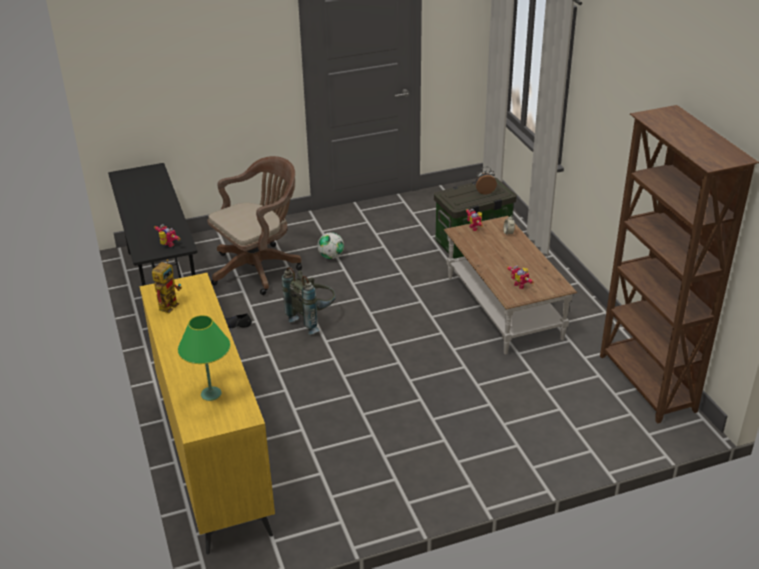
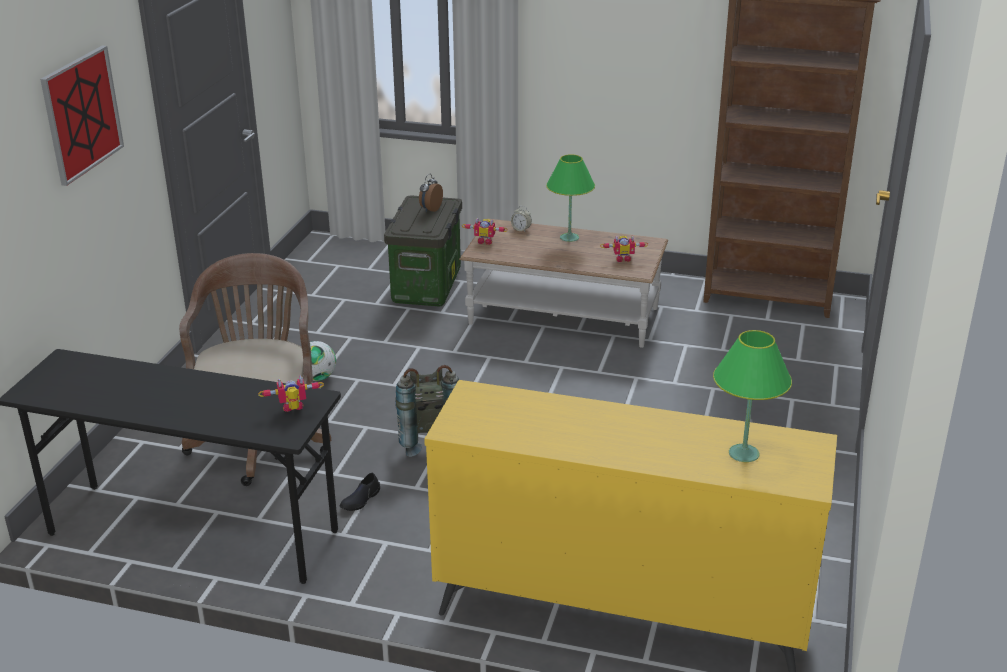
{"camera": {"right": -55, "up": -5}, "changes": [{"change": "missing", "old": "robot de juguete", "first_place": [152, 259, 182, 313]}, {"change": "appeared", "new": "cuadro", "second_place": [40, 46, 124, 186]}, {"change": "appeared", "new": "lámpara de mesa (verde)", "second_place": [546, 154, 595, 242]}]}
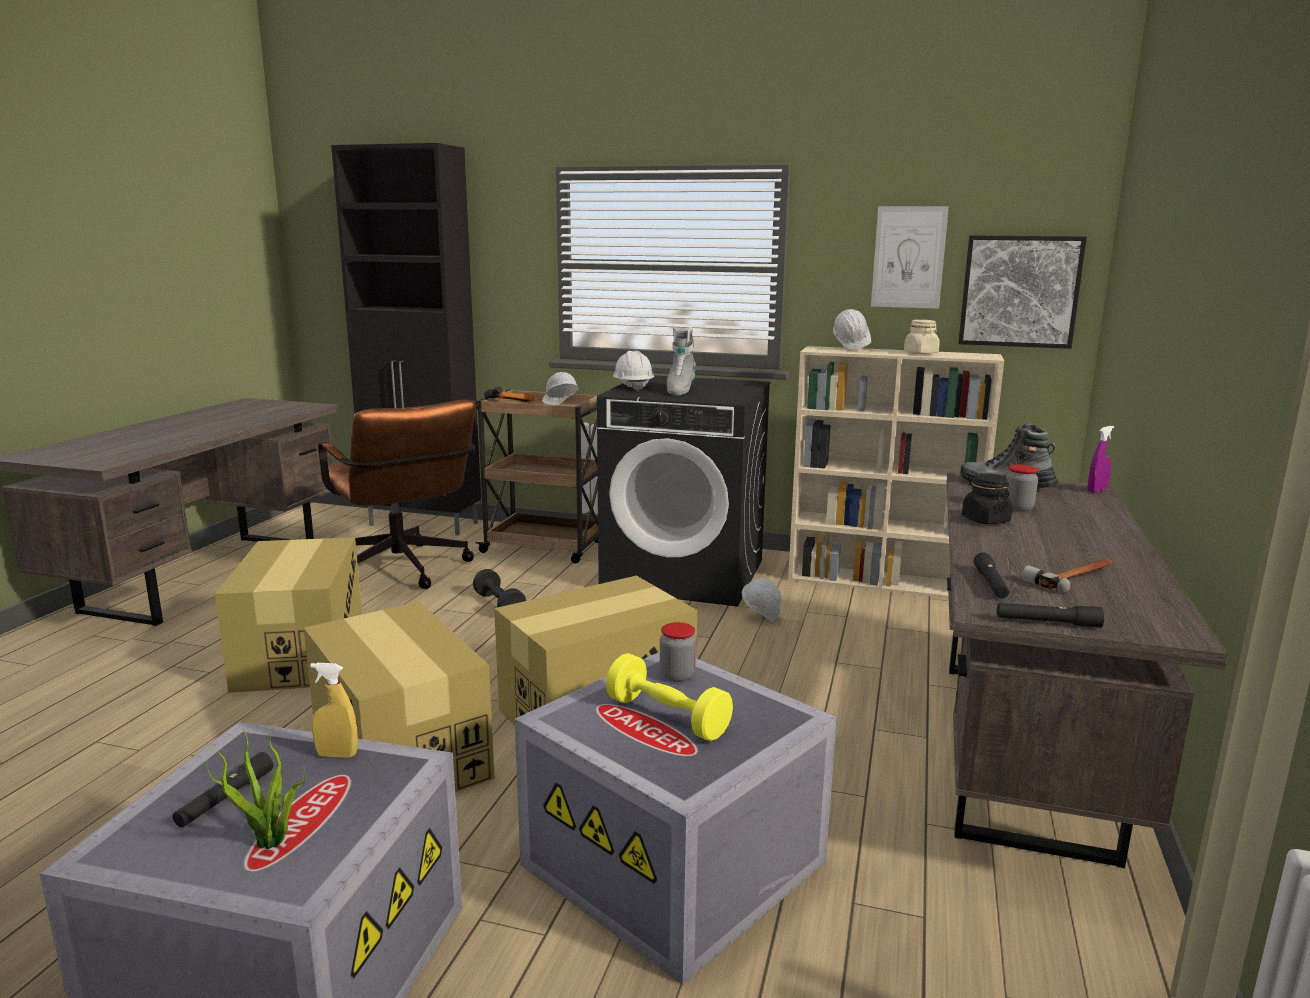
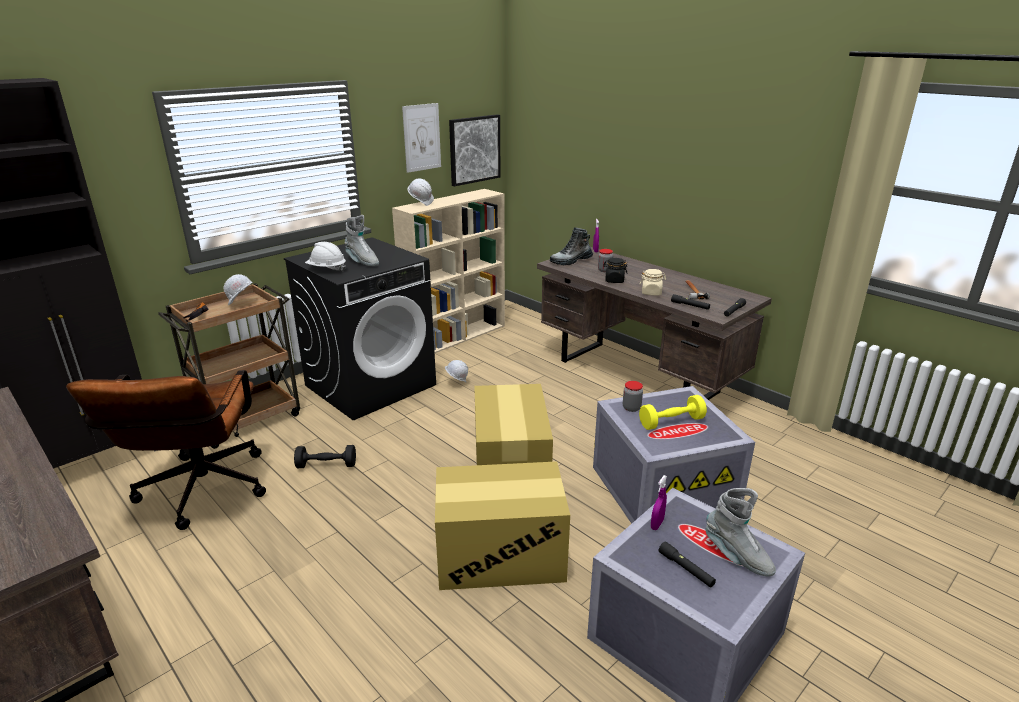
{"camera": {"right": -60, "up": 10}, "changes": [{"change": "relocated", "old": "tarro (beis)", "first_place": [904, 320, 940, 354], "second_place": [640, 269, 666, 296]}, {"change": "spun", "old": "silla de oficina (marrón)", "first_place": [318, 400, 476, 589], "second_place": [66, 370, 266, 530], "degrees": 90}, {"change": "missing", "old": "caja de cartón", "first_place": [215, 537, 362, 693]}, {"change": "colour", "old": "pulverizador (amarillo)", "new": "pulverizador (morado)", "first_place": [310, 663, 358, 758], "second_place": [651, 475, 667, 530]}, {"change": "exchanged", "old": "planta en maceta", "new": "bota (gris)", "first_place": [206, 722, 306, 850], "second_place": [706, 488, 776, 576]}]}
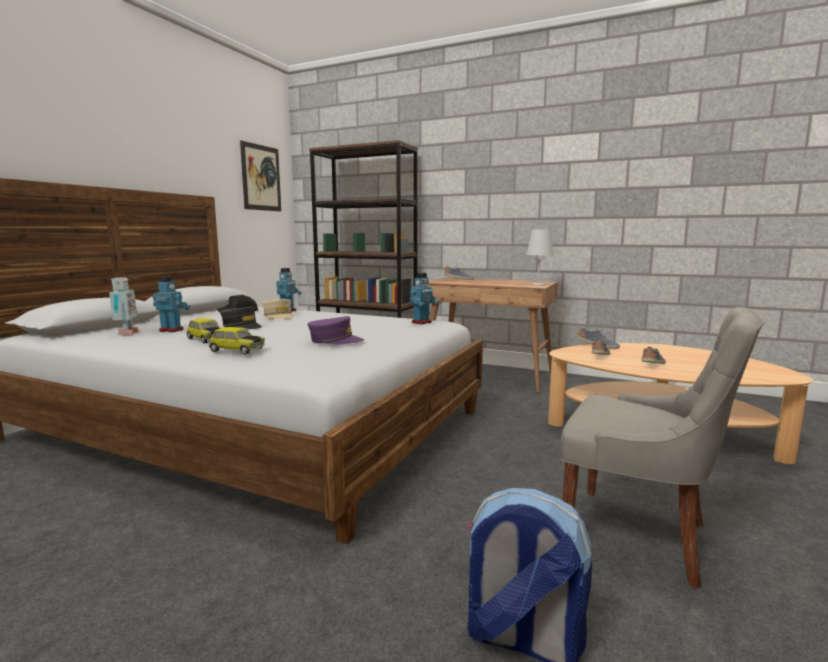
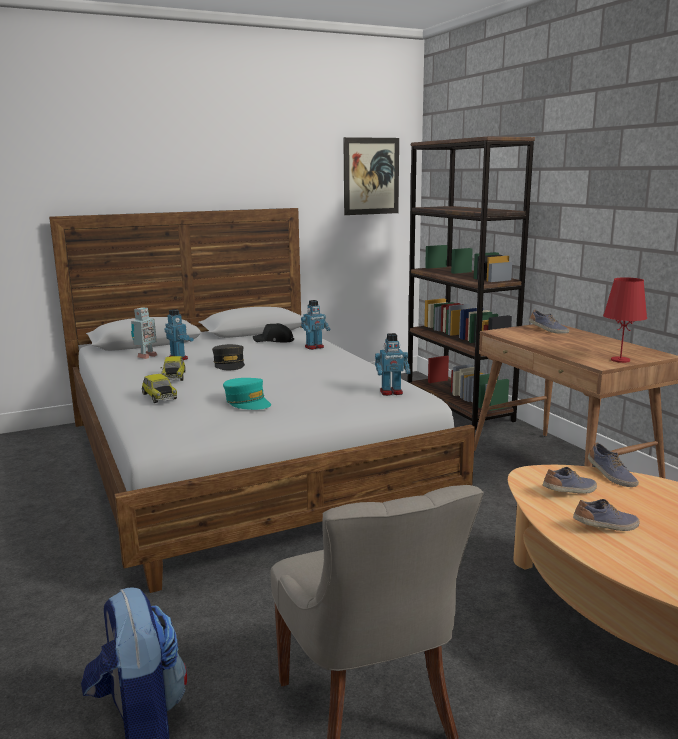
{"camera": {"right": 40, "up": 5}, "changes": [{"change": "colour", "old": "lámpara de mesa (blanco)", "new": "lámpara de mesa (rojo)", "first_place": [526, 230, 554, 285], "second_place": [603, 277, 647, 363]}, {"change": "missing", "old": "gorra (beis)", "first_place": [262, 299, 293, 319]}, {"change": "colour", "old": "gorra (morado)", "new": "gorra (turquesa)", "first_place": [307, 316, 364, 344], "second_place": [223, 378, 271, 410]}]}
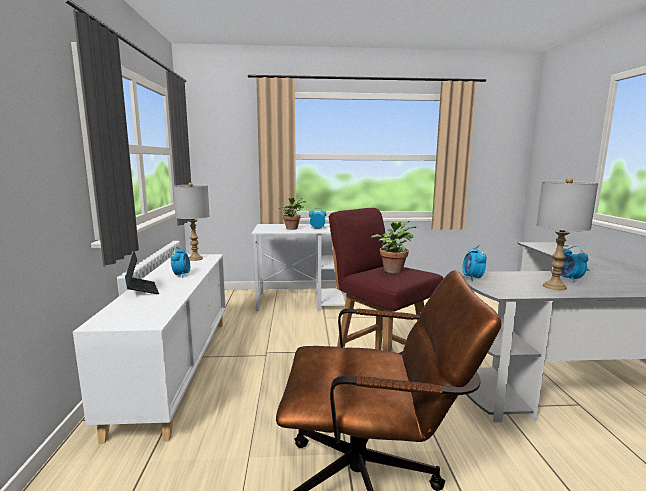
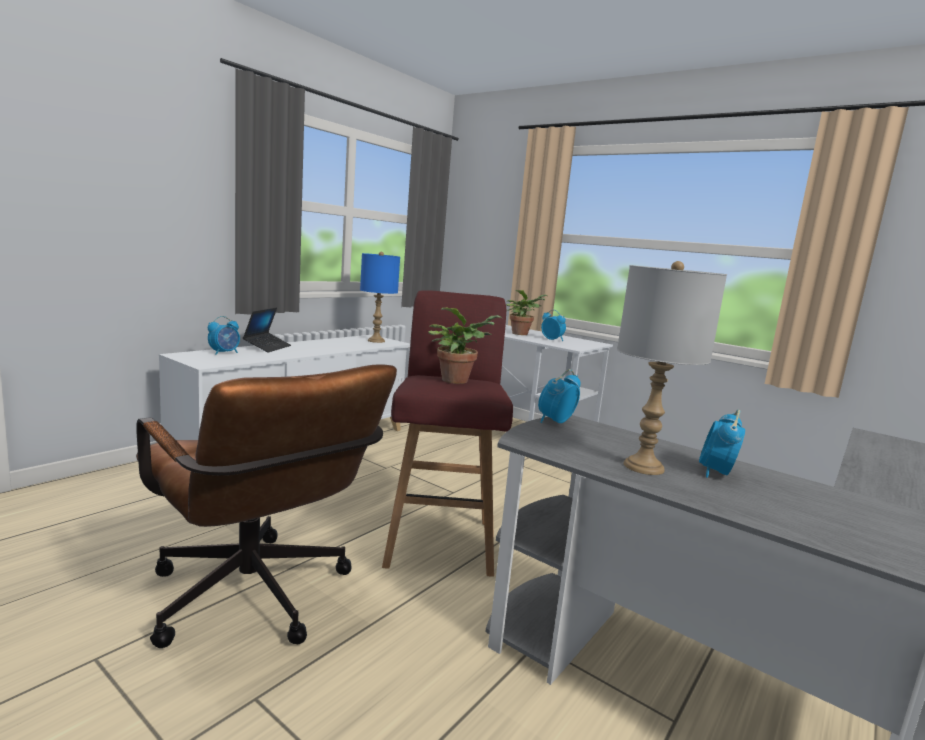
{"camera": {"right": 40, "up": 0}, "changes": [{"change": "colour", "old": "lámpara de mesa (gris)", "new": "lámpara de mesa (azul)", "first_place": [173, 183, 209, 261], "second_place": [360, 252, 400, 343]}, {"change": "relocated", "old": "despertador", "first_place": [171, 247, 190, 278], "second_place": [208, 316, 240, 355]}]}
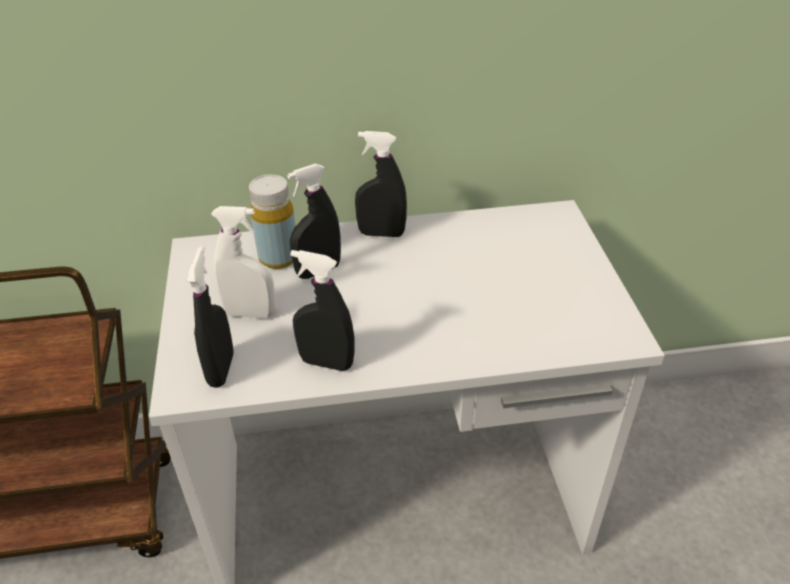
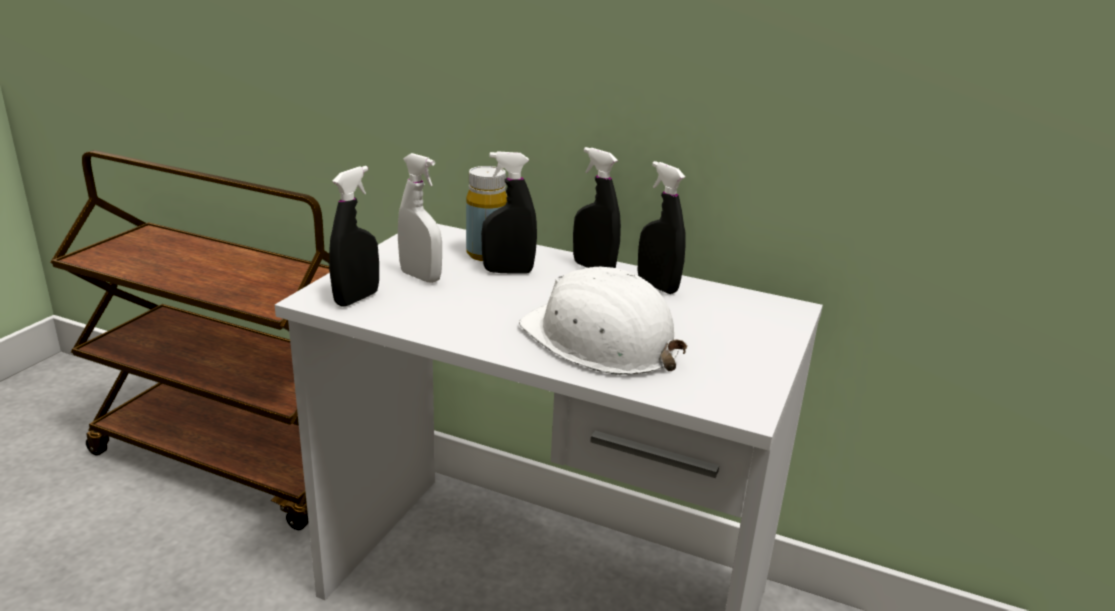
{"camera": {"right": 30, "up": -15}, "changes": [{"change": "relocated", "old": "pulverizador (negro)", "first_place": [291, 250, 355, 371], "second_place": [638, 161, 686, 294]}, {"change": "appeared", "new": "casco (blanco)", "second_place": [519, 267, 687, 375]}]}
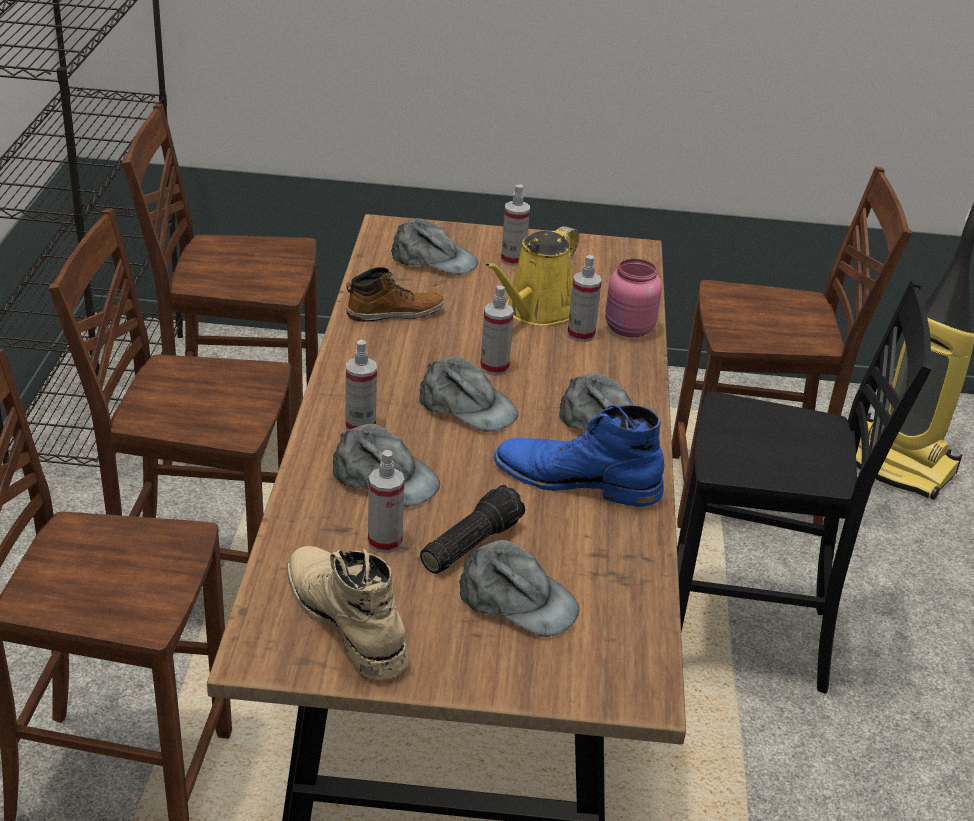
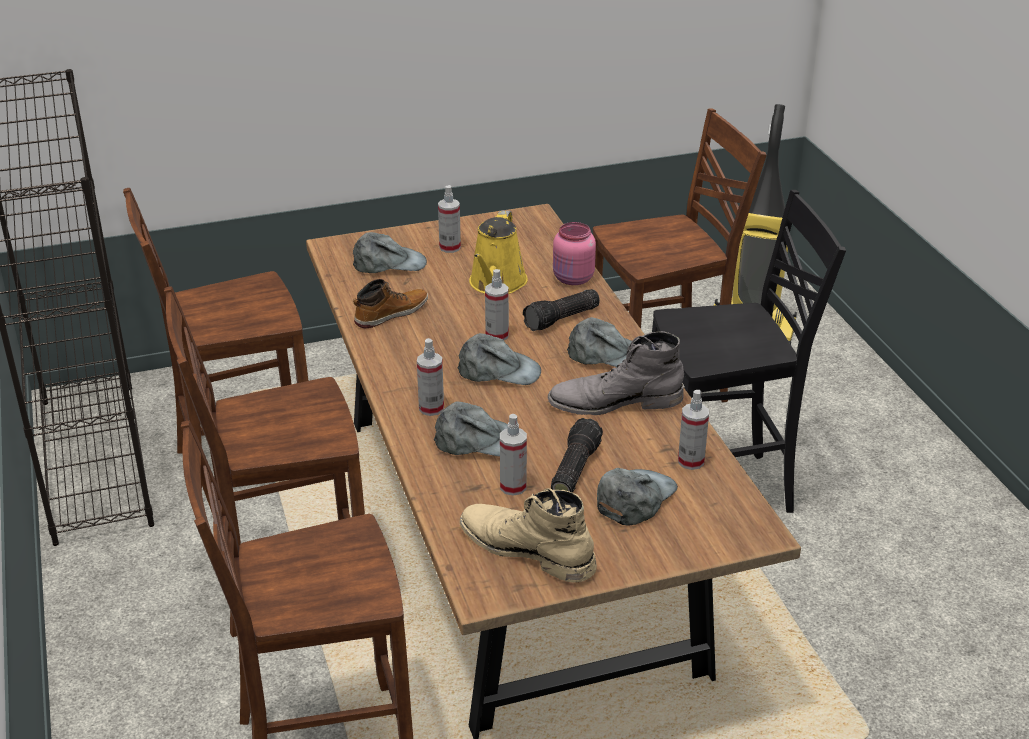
{"camera": {"right": -20, "up": 0}, "changes": [{"change": "relocated", "old": "pulverizador", "first_place": [567, 255, 602, 342], "second_place": [678, 390, 709, 470]}, {"change": "colour", "old": "bota (azul)", "new": "bota (gris)", "first_place": [494, 404, 664, 507], "second_place": [548, 331, 684, 415]}, {"change": "spun", "old": "gorra (gris)", "first_place": [459, 540, 579, 637], "second_place": [597, 468, 678, 526], "degrees": -60}, {"change": "appeared", "new": "linterna", "second_place": [523, 289, 600, 331]}]}
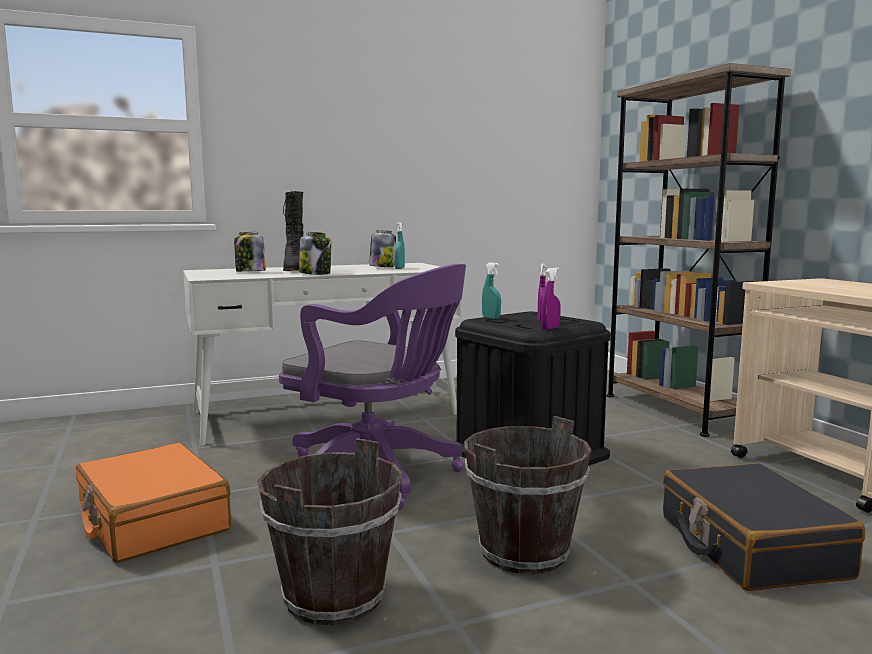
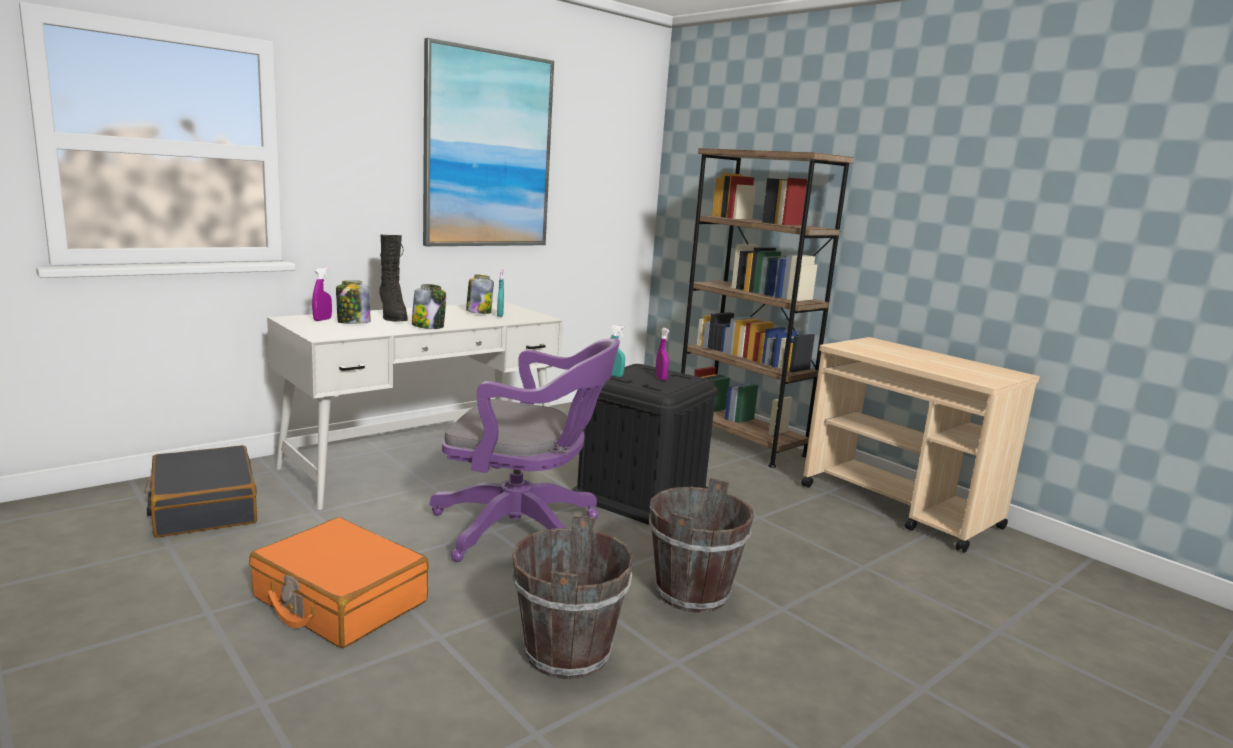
{"camera": {"right": -20, "up": 5}, "changes": [{"change": "relocated", "old": "pulverizador (morado)", "first_place": [541, 267, 560, 330], "second_place": [312, 267, 332, 321]}, {"change": "relocated", "old": "maleta (negro)", "first_place": [663, 463, 865, 591], "second_place": [145, 445, 257, 537]}, {"change": "appeared", "new": "cuadro", "second_place": [423, 38, 554, 246]}]}
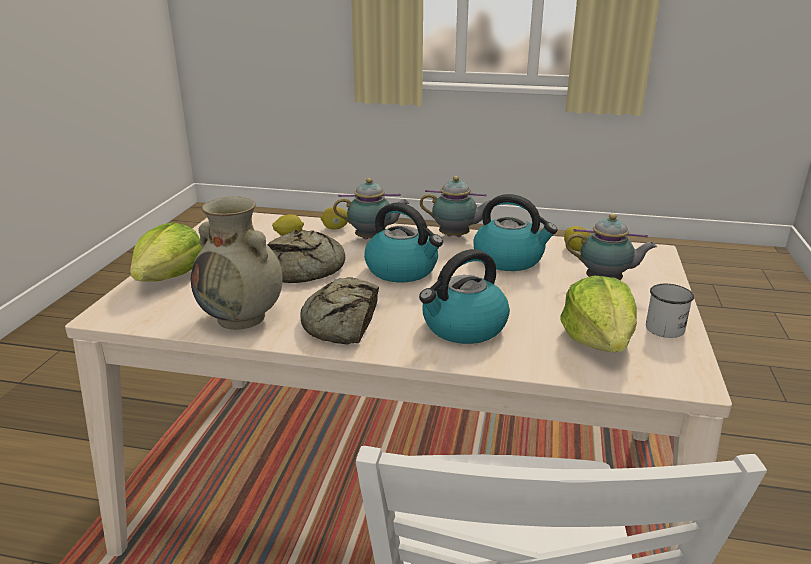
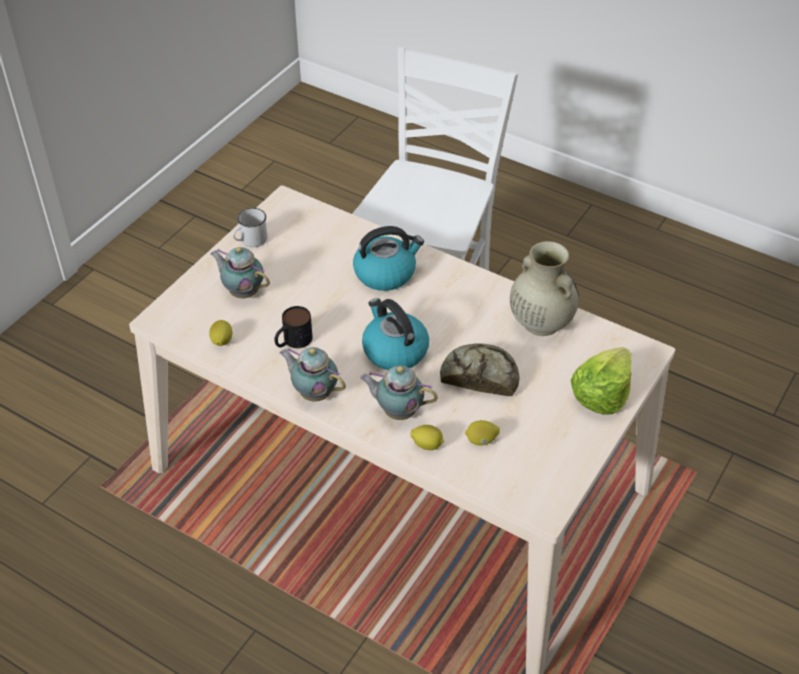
{"camera": {"right": -160, "up": 20}, "changes": [{"change": "exchanged", "old": "hervidor", "new": "taza grande", "first_place": [473, 194, 557, 271], "second_place": [274, 306, 312, 348]}, {"change": "missing", "old": "lechuga", "first_place": [560, 276, 637, 352]}, {"change": "missing", "old": "pan", "first_place": [300, 277, 379, 345]}]}
